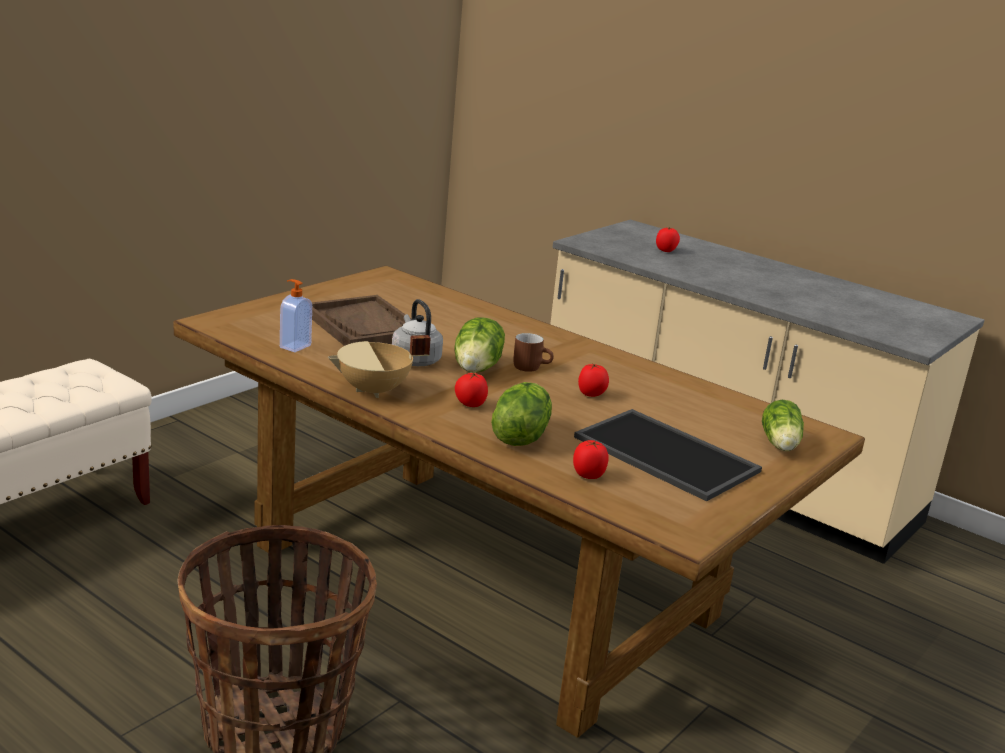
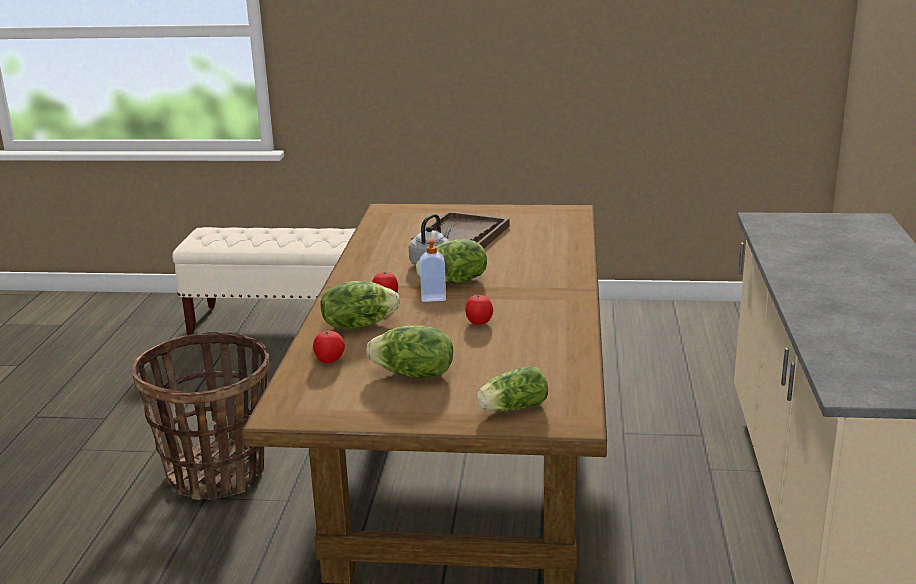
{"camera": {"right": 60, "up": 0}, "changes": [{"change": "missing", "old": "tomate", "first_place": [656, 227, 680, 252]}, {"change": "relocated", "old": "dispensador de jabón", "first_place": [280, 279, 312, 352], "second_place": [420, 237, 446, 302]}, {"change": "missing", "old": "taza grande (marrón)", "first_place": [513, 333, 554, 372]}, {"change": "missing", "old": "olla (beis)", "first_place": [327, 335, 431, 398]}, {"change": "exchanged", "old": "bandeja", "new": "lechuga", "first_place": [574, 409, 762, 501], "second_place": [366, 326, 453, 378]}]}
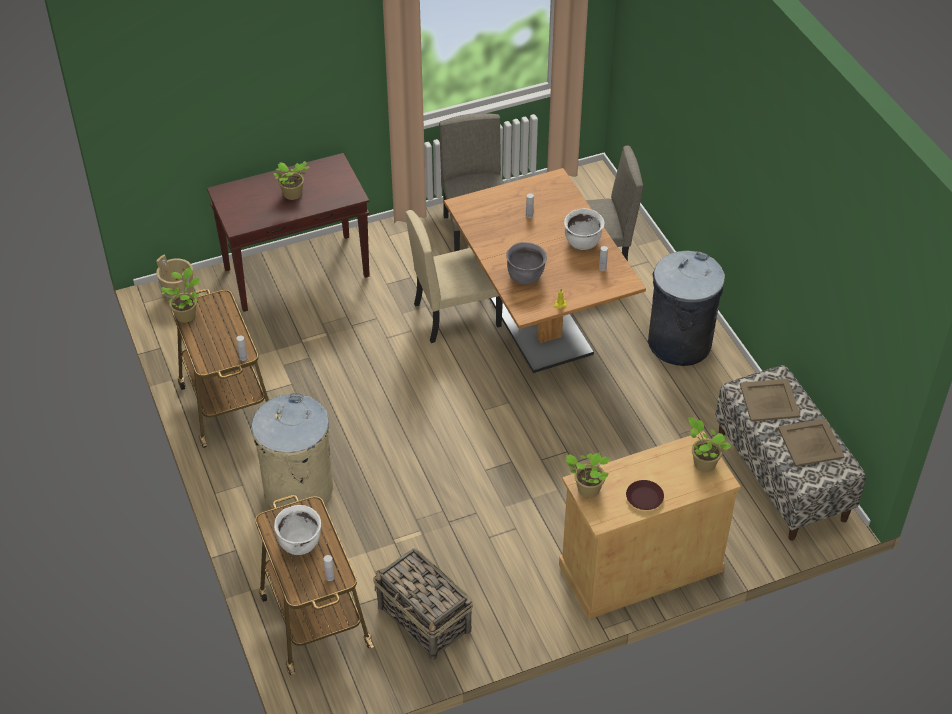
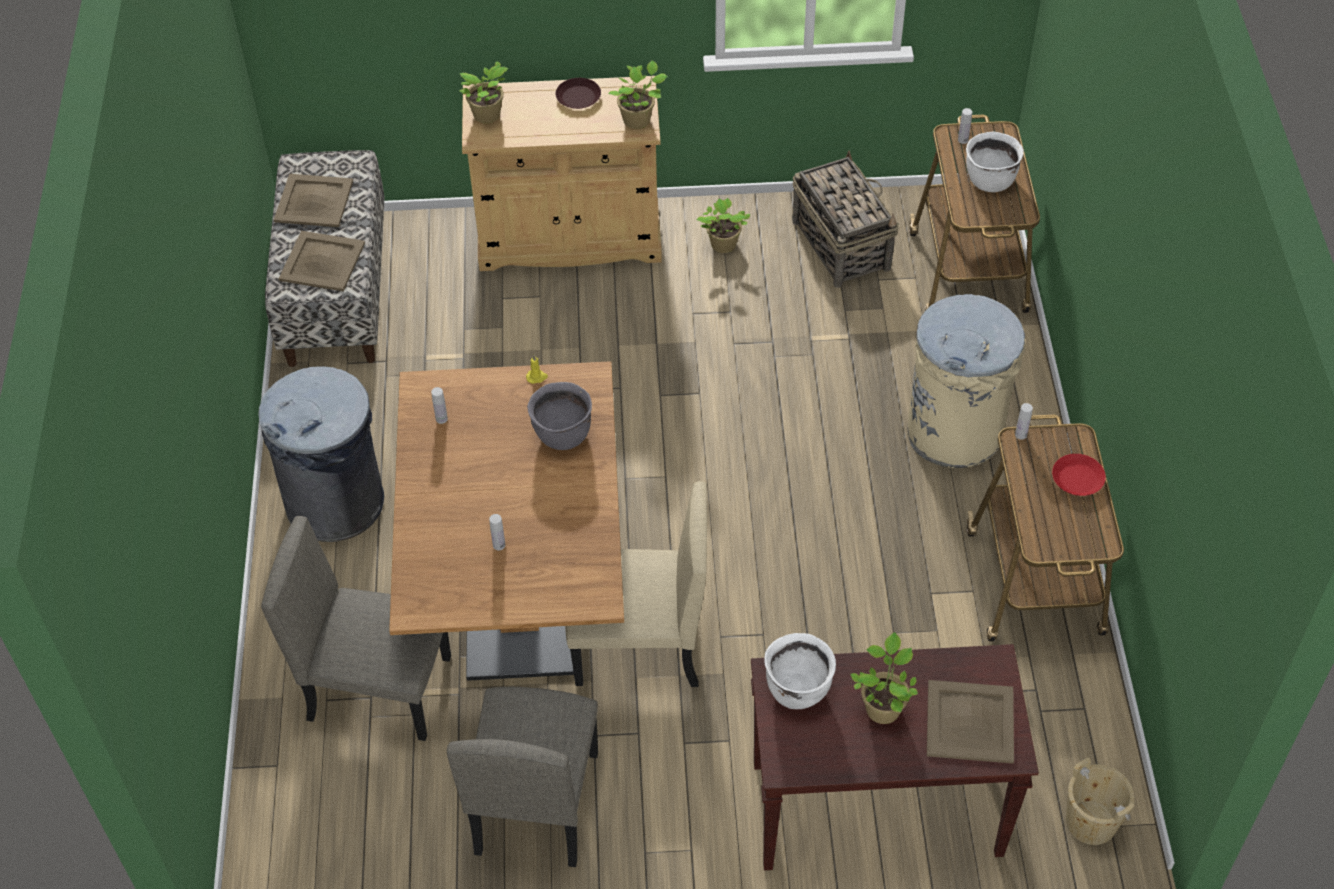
{"camera": {"right": -160, "up": 5}, "changes": [{"change": "relocated", "old": "olla (blanco)", "first_place": [564, 208, 604, 250], "second_place": [764, 633, 836, 709]}, {"change": "relocated", "old": "planta en maceta", "first_place": [160, 267, 200, 323], "second_place": [697, 198, 750, 253]}, {"change": "appeared", "new": "plato (rojo)", "second_place": [1052, 454, 1106, 496]}, {"change": "appeared", "new": "bandeja (beis)", "second_place": [927, 680, 1014, 764]}]}
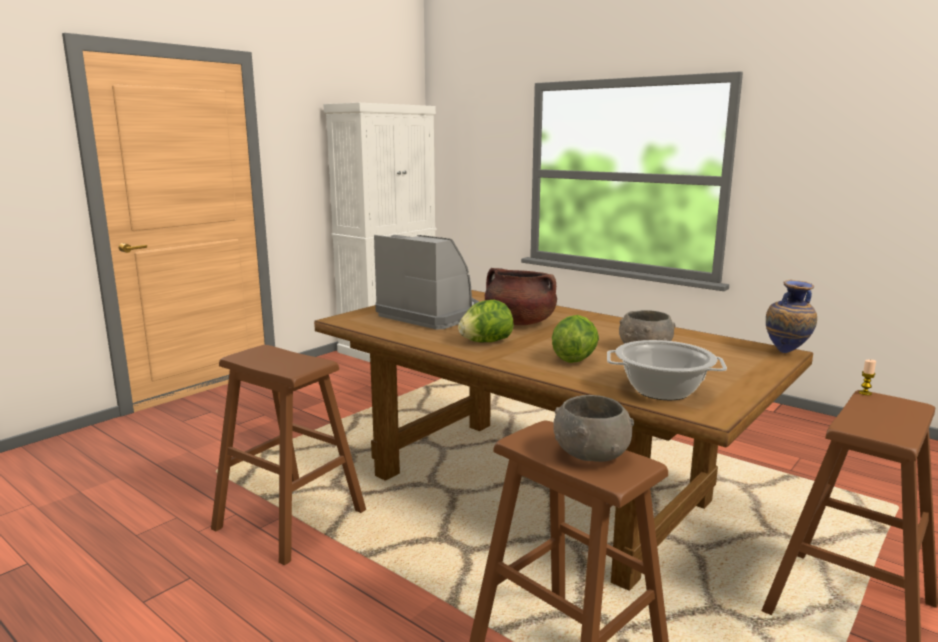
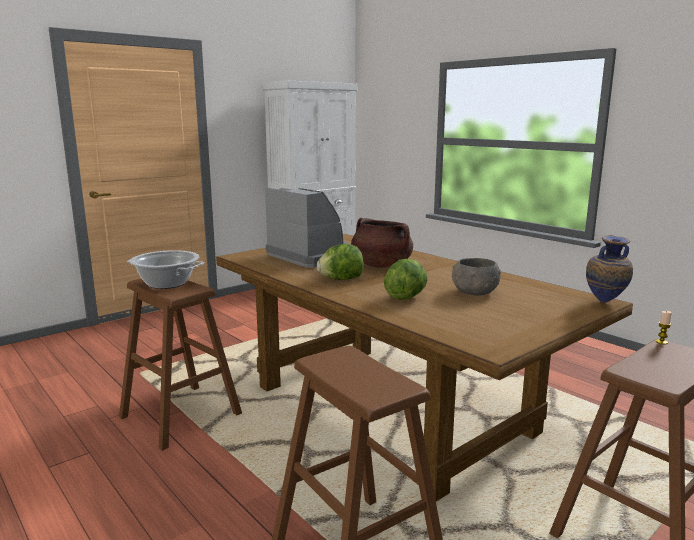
{"camera": {"right": 10, "up": 0}, "changes": [{"change": "relocated", "old": "olla", "first_place": [607, 340, 727, 400], "second_place": [127, 250, 204, 289]}, {"change": "missing", "old": "cuenco (gris)", "first_place": [553, 395, 634, 462]}]}
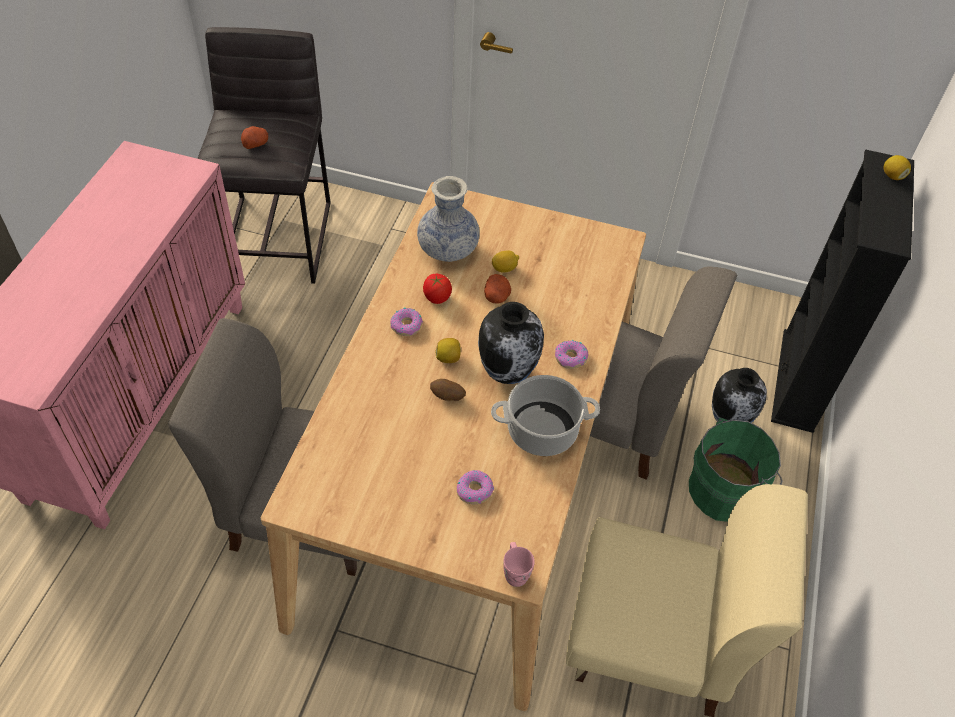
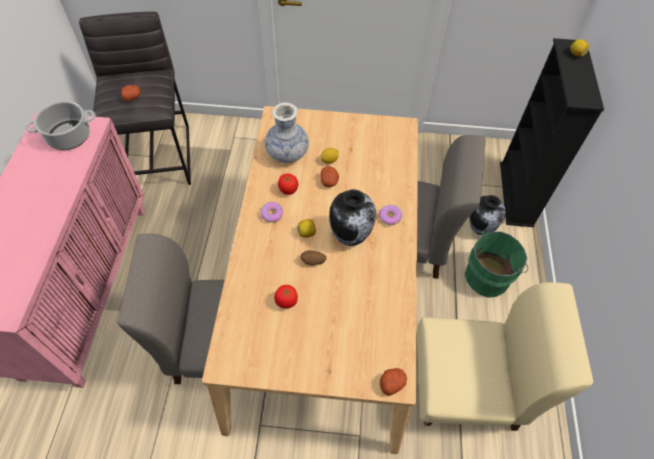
{"camera": {"right": -10, "up": 5}, "changes": [{"change": "relocated", "old": "olla", "first_place": [491, 375, 600, 456], "second_place": [25, 101, 96, 150]}, {"change": "missing", "old": "rosquilla", "first_place": [456, 470, 494, 505]}, {"change": "exchanged", "old": "taza grande (rosa)", "new": "patata", "first_place": [503, 542, 535, 587], "second_place": [380, 368, 407, 396]}, {"change": "appeared", "new": "tomate", "second_place": [274, 285, 298, 308]}]}
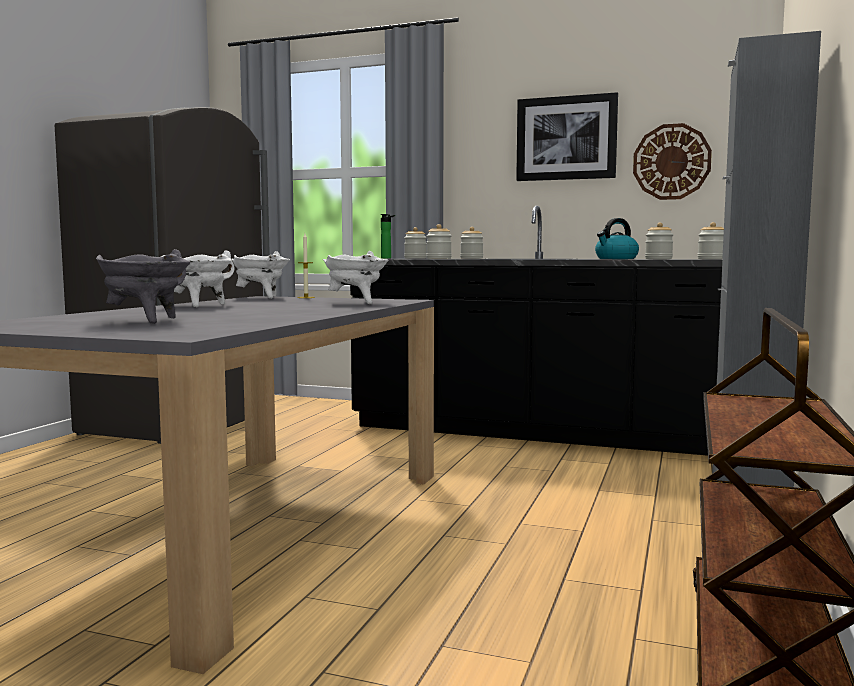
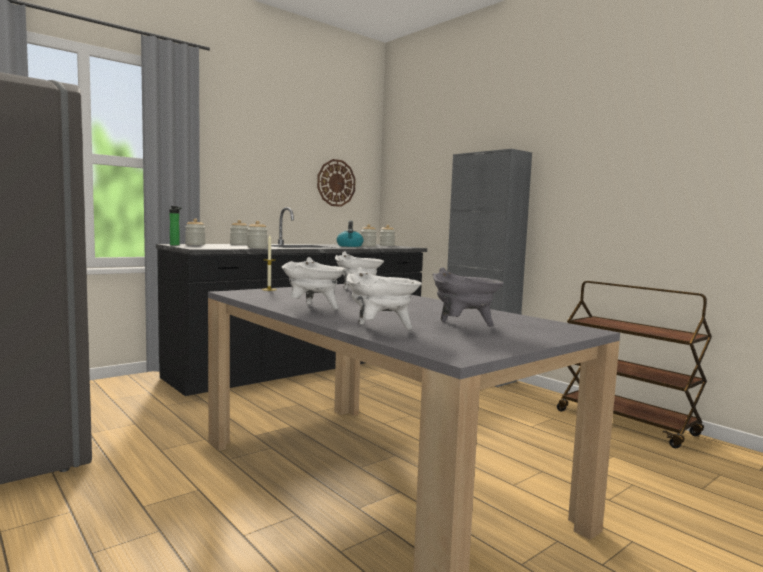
{"camera": {"right": -60, "up": 0}, "changes": [{"change": "missing", "old": "cuadro", "first_place": [516, 92, 618, 181]}, {"change": "relocated", "old": "olla (blanco)", "first_place": [232, 251, 290, 299], "second_place": [346, 267, 422, 330]}]}
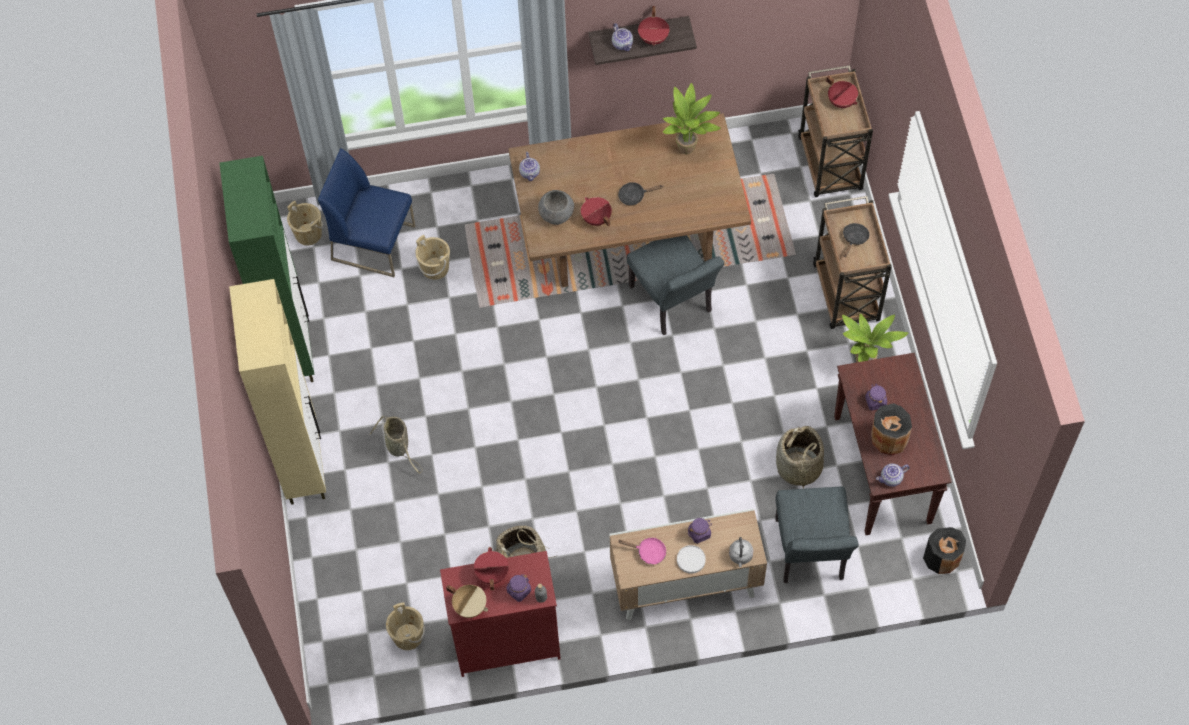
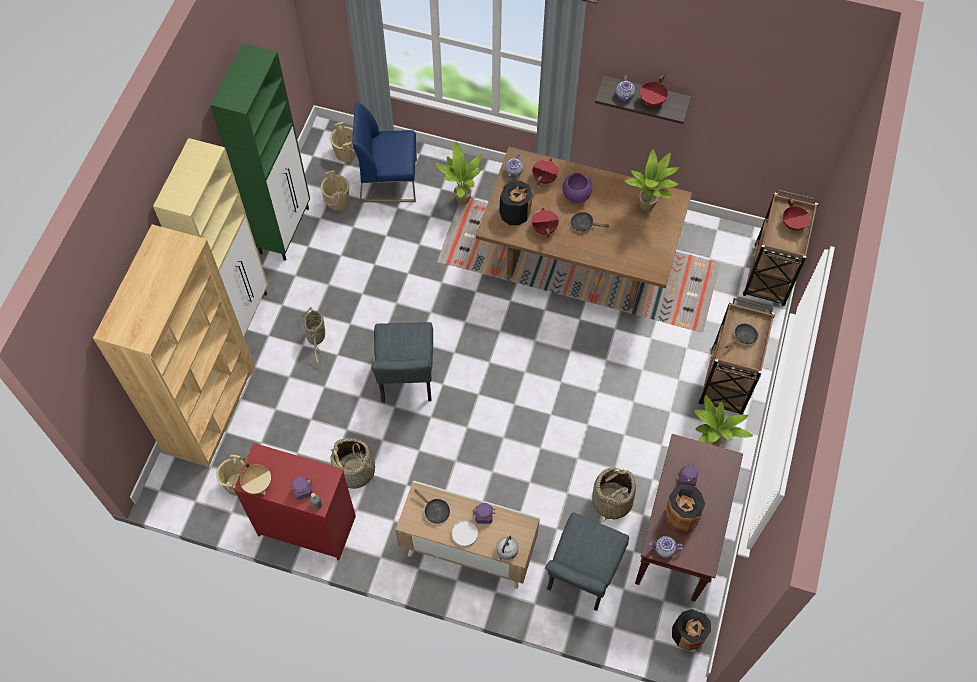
{"camera": {"right": 25, "up": 0}, "changes": [{"change": "spun", "old": "silla (azul)", "first_place": [318, 148, 416, 277], "second_place": [352, 101, 417, 202], "degrees": -45}, {"change": "exchanged", "old": "cuenco (gris)", "new": "florero (negro)", "first_place": [538, 190, 574, 225], "second_place": [499, 181, 533, 225]}, {"change": "relocated", "old": "cubo (beis)", "first_place": [415, 235, 450, 280], "second_place": [321, 170, 349, 211]}, {"change": "relocated", "old": "silla (gris)", "first_place": [627, 235, 725, 335], "second_place": [371, 322, 433, 403]}, {"change": "colour", "old": "sartén (rosa)", "new": "sartén (negro)", "first_place": [619, 538, 666, 564], "second_place": [414, 489, 450, 524]}, {"change": "relocated", "old": "olla (rojo)", "first_place": [474, 547, 509, 590], "second_place": [532, 158, 559, 186]}, {"change": "appeared", "new": "planta en maceta", "second_place": [436, 142, 482, 205]}, {"change": "appeared", "new": "cuenco (morado)", "second_place": [562, 173, 592, 203]}, {"change": "appeared", "new": "estantería (marrón)", "second_place": [93, 224, 255, 467]}]}
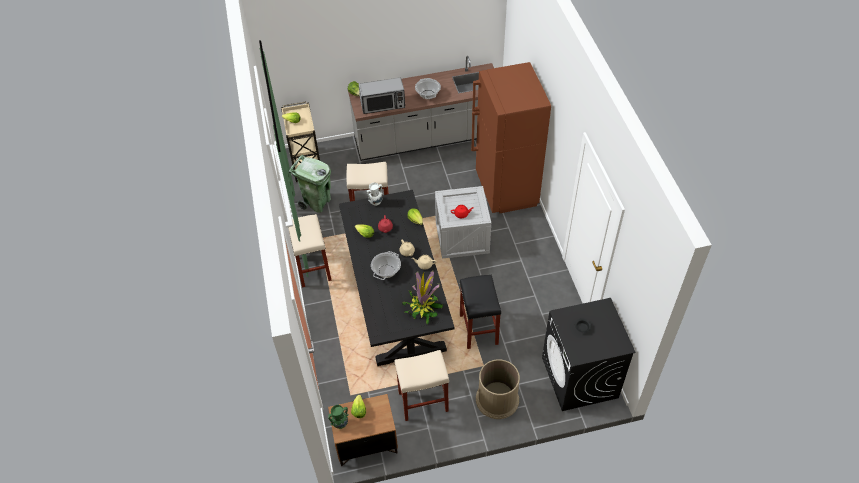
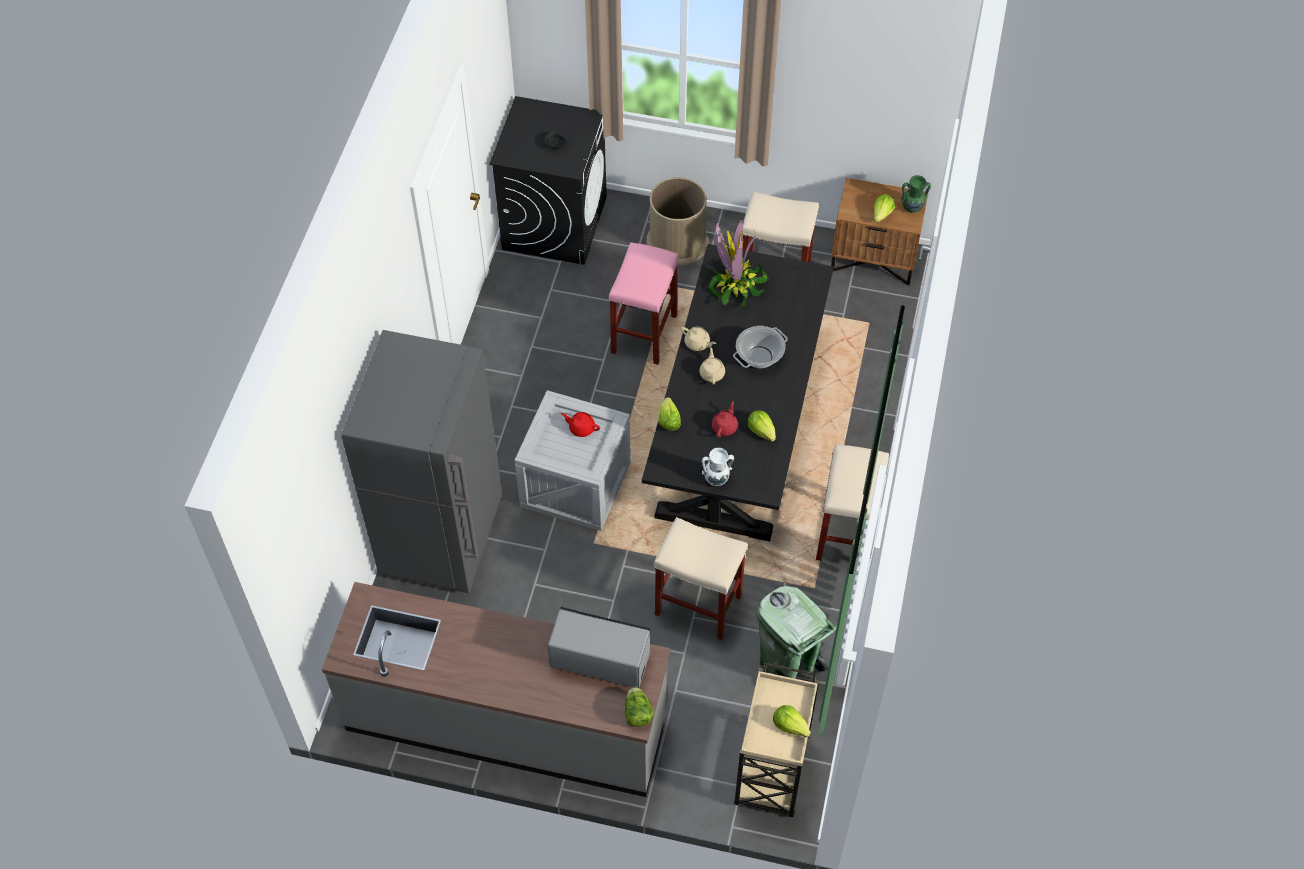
{"camera": {"right": -155, "up": 5}, "changes": [{"change": "colour", "old": "nevera (marrón)", "new": "nevera (gris)", "first_place": [471, 62, 551, 213], "second_place": [341, 330, 502, 594]}, {"change": "missing", "old": "olla", "first_place": [415, 78, 441, 99]}, {"change": "colour", "old": "taburete (negro)", "new": "taburete (rosa)", "first_place": [460, 275, 501, 349], "second_place": [608, 242, 679, 365]}]}
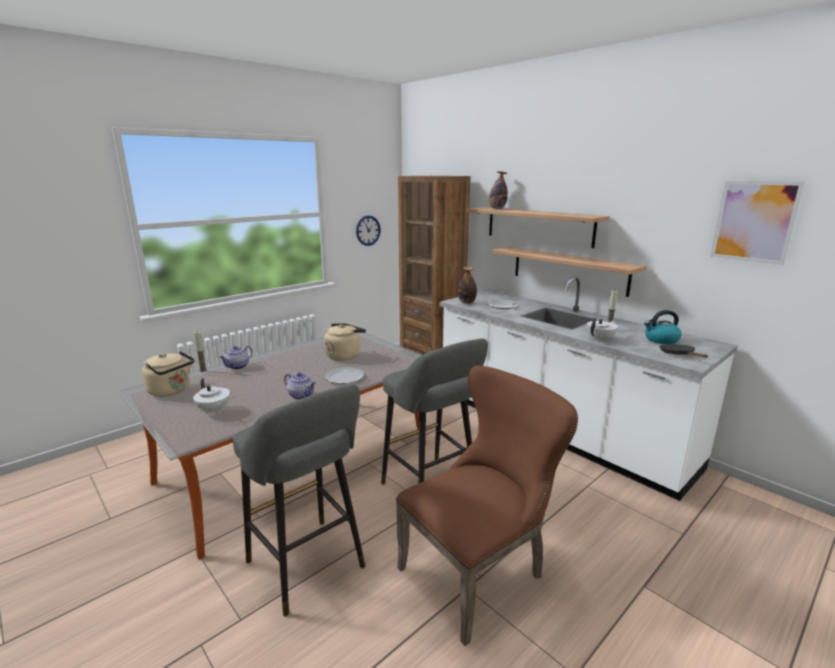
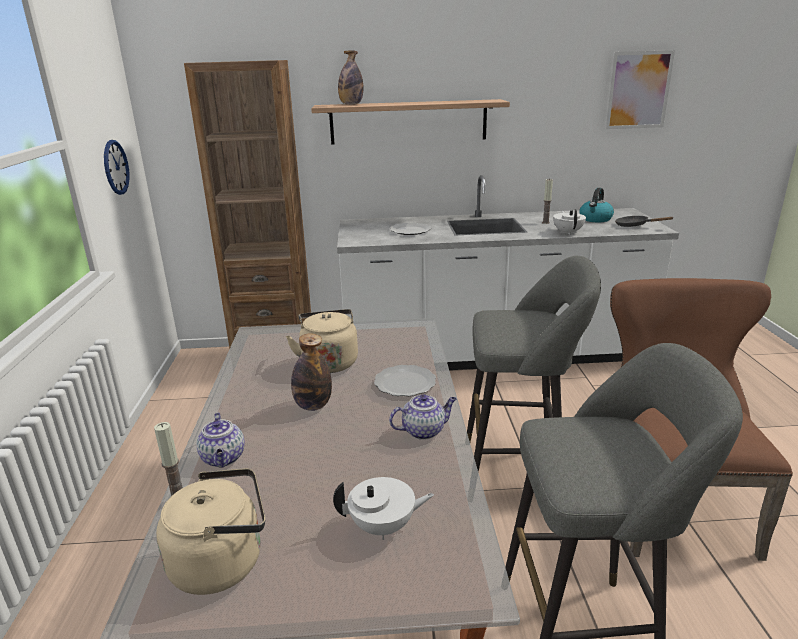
{"camera": {"right": -50, "up": 5}, "changes": [{"change": "missing", "old": "estante", "first_place": [492, 247, 646, 297]}, {"change": "relocated", "old": "botella", "first_place": [458, 266, 477, 304], "second_place": [291, 333, 332, 411]}]}
